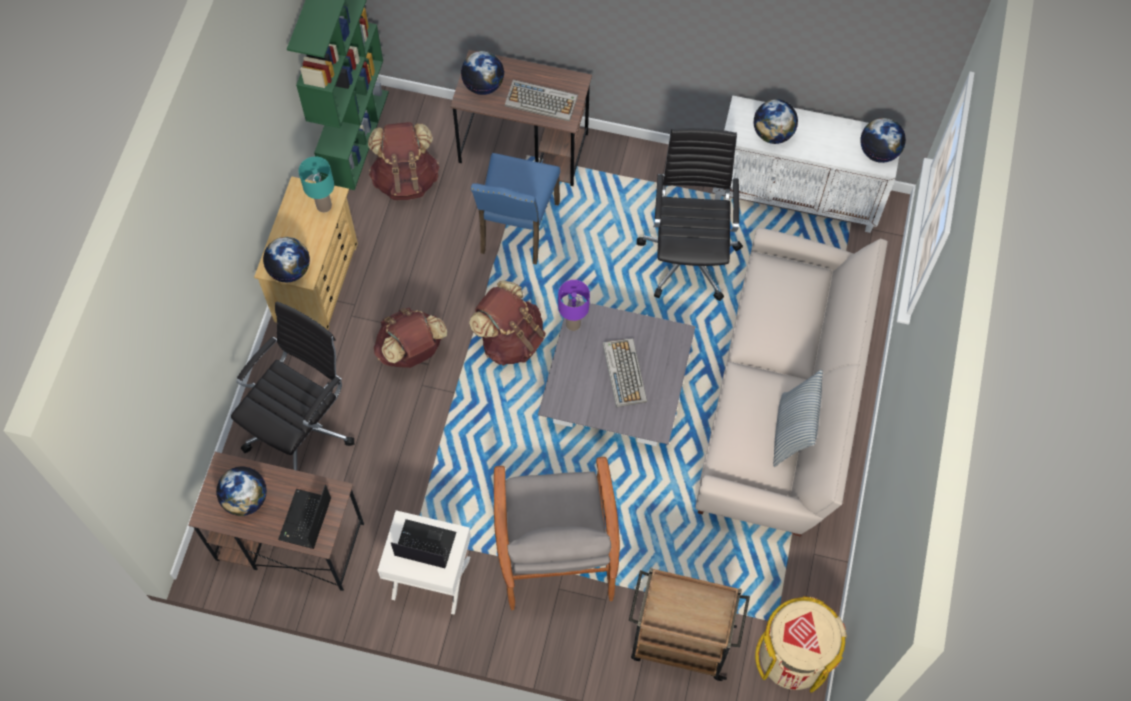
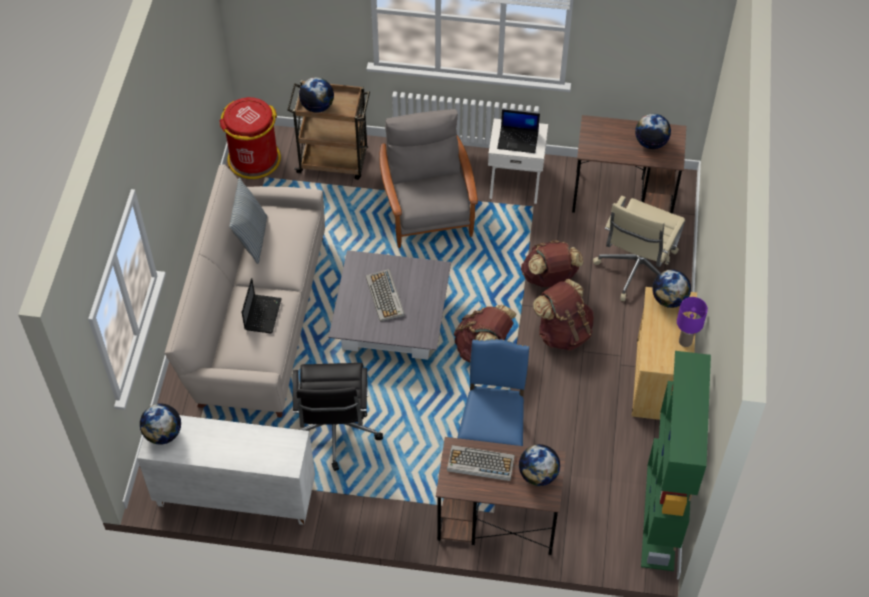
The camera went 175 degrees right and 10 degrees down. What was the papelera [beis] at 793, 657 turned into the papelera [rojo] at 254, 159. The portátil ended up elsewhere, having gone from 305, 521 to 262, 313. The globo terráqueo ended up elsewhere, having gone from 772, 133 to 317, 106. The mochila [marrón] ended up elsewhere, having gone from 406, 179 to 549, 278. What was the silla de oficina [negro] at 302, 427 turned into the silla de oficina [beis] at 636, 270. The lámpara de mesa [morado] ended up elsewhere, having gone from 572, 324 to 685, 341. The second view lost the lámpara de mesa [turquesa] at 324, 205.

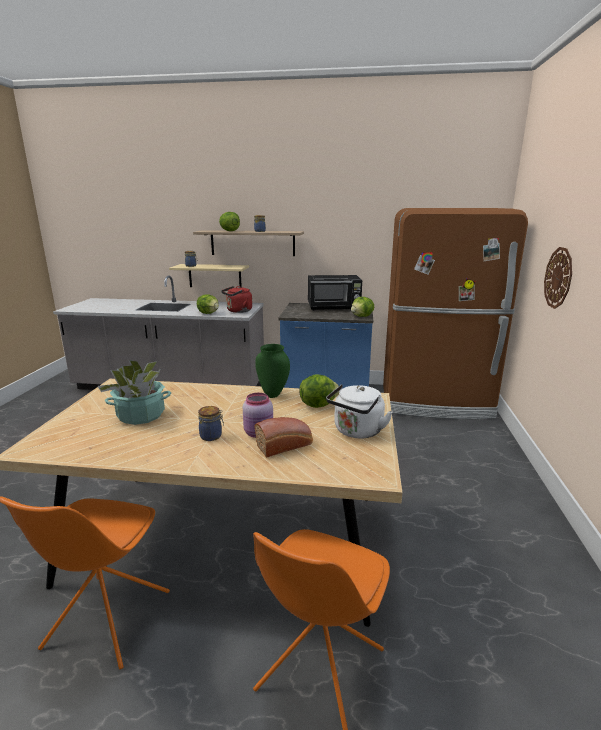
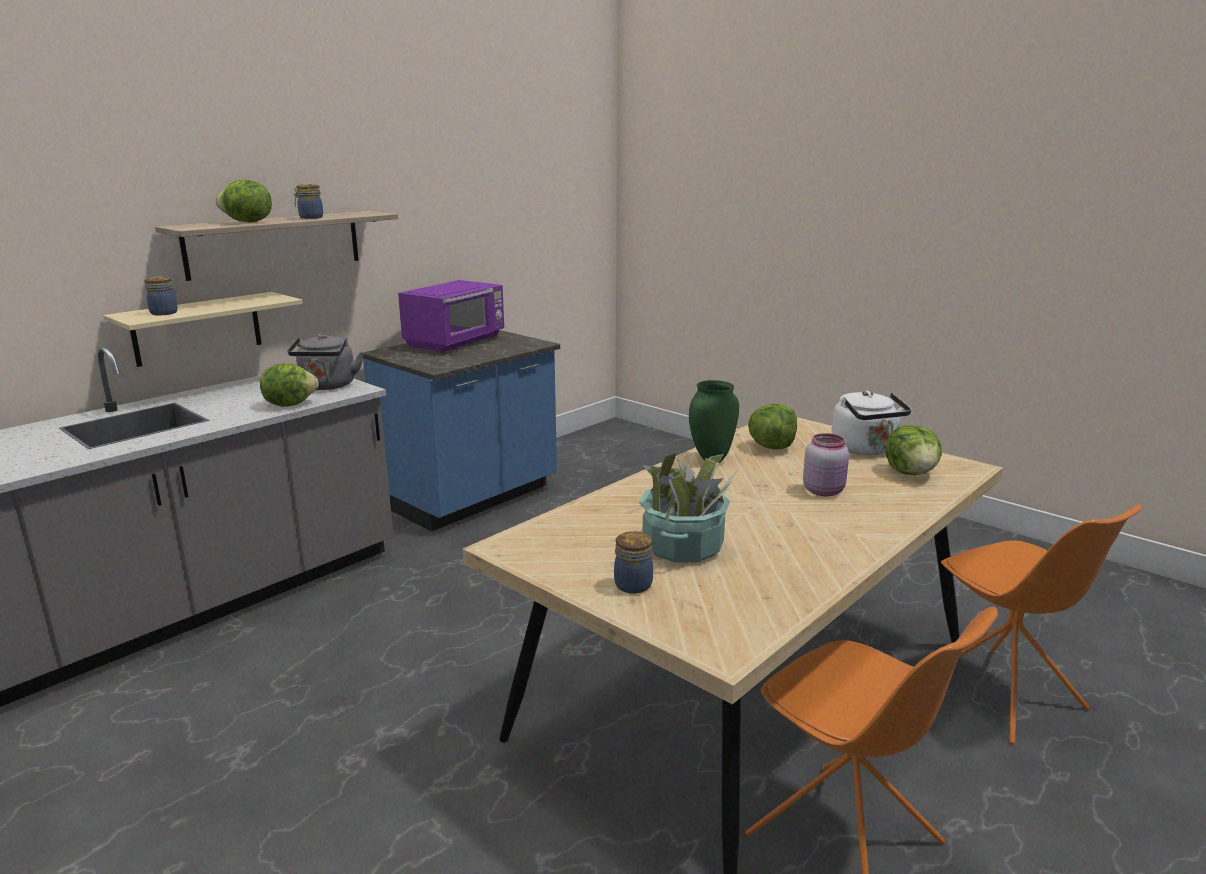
The camera went 55 degrees left and 0 degrees up. What was the hervidor [rojo] at 238, 311 turned into the hervidor [gris] at 327, 386. What was the microondas [negro] at 334, 308 turned into the microondas [morado] at 456, 342. The tarro ended up elsewhere, having gone from 212, 436 to 634, 584. The lechuga ended up elsewhere, having gone from 362, 316 to 911, 473. The second view lost the pan at 285, 445. The second view lost the nevera [marrón] at 436, 402. The second view lost the reloj de pared at 558, 278.

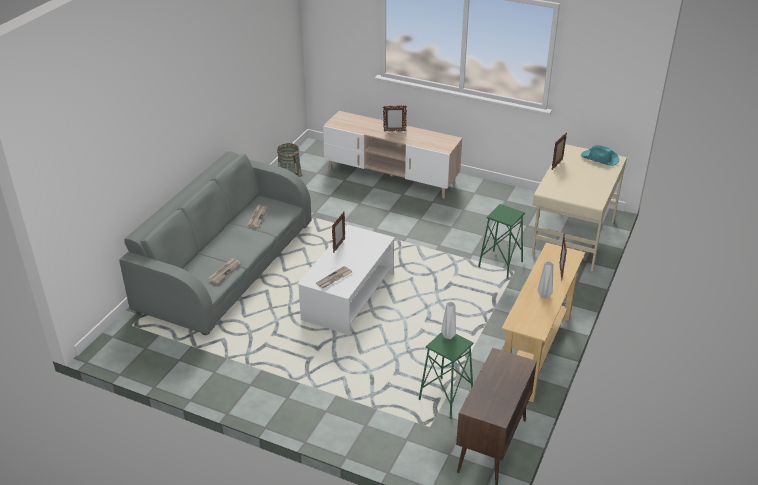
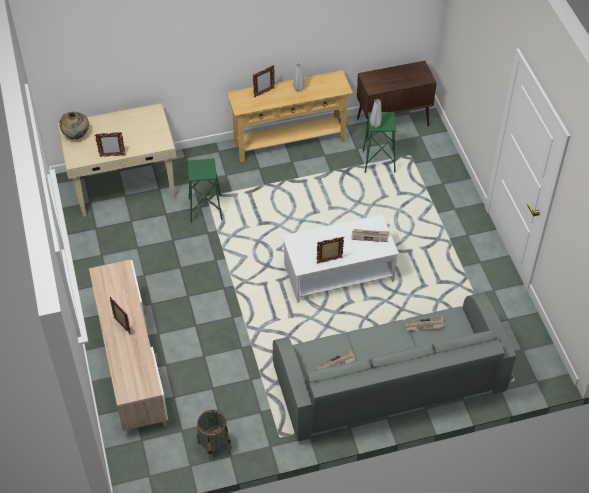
The camera went 130 degrees left and 15 degrees up. Where the sombrero [turquesa] stood at 600, 159, the florero [beis] came to stand at 76, 136.

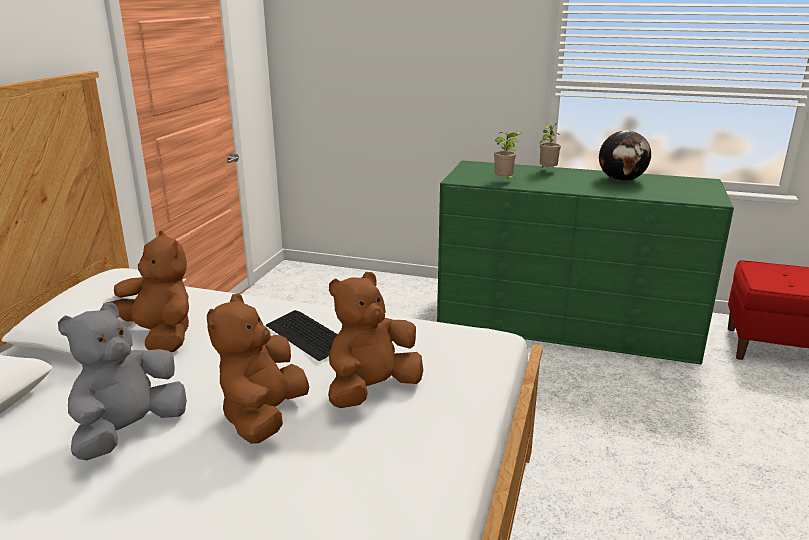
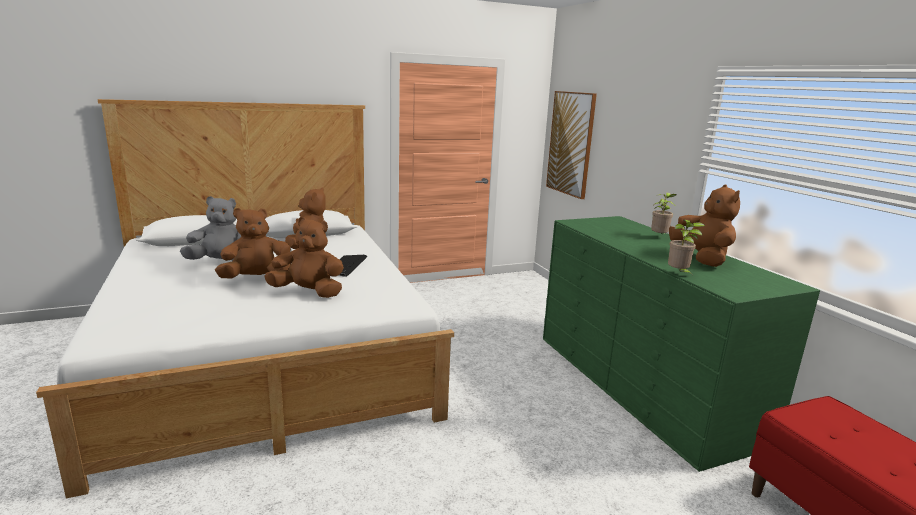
The camera went 50 degrees right and 5 degrees down. The second view gained the cuadro at 571, 143. The planta en maceta ended up elsewhere, having gone from 504, 181 to 679, 274. Where the globo terráqueo stood at 621, 180, the peluche [marrón] came to stand at 701, 259.

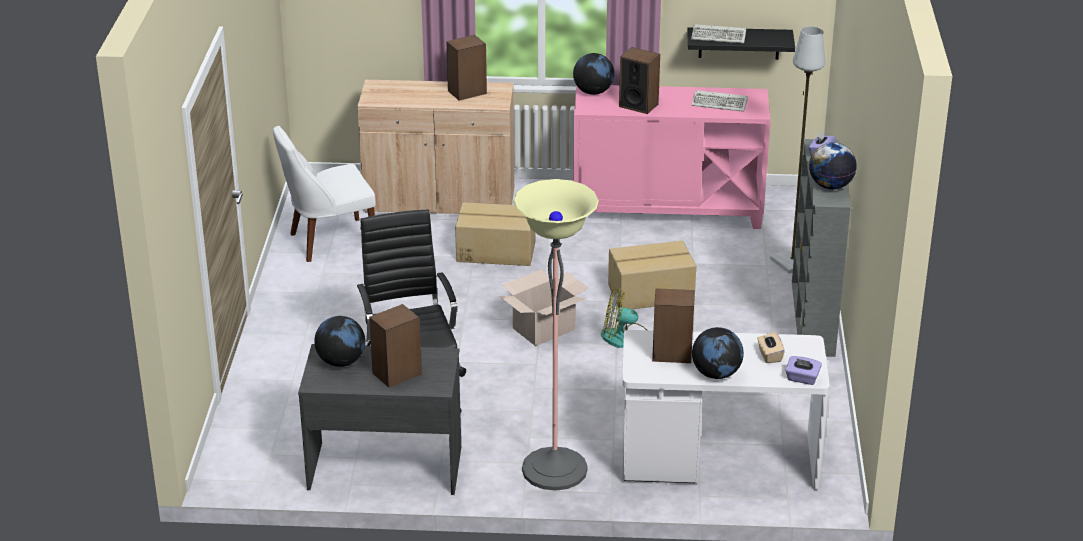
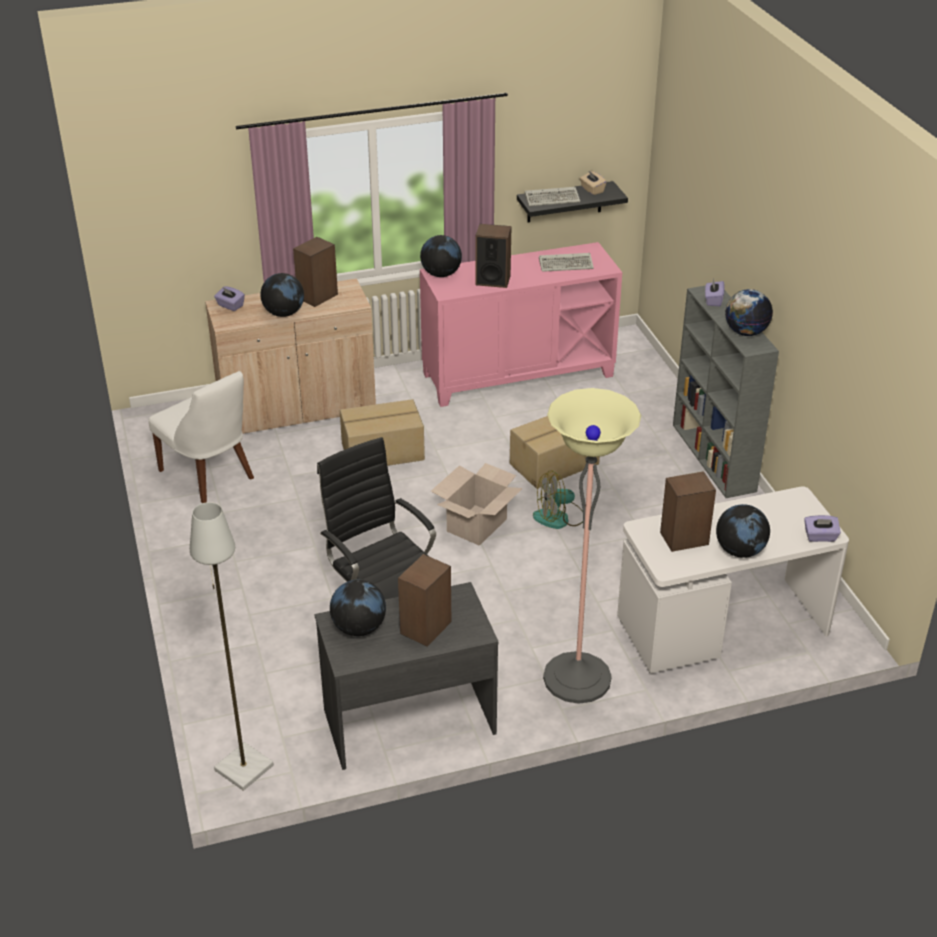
The camera went 20 degrees left and 5 degrees up. The silla [blanco] at 329, 241 ended up facing another way, 90 degrees counterclockwise from before. The lámpara de pie [gris] ended up elsewhere, having gone from 792, 262 to 244, 768. The second view gained the caja de pañuelos [morado] at 230, 306. The second view gained the globo terráqueo at 284, 313. The caja de pañuelos [beis] ended up elsewhere, having gone from 769, 355 to 592, 190.

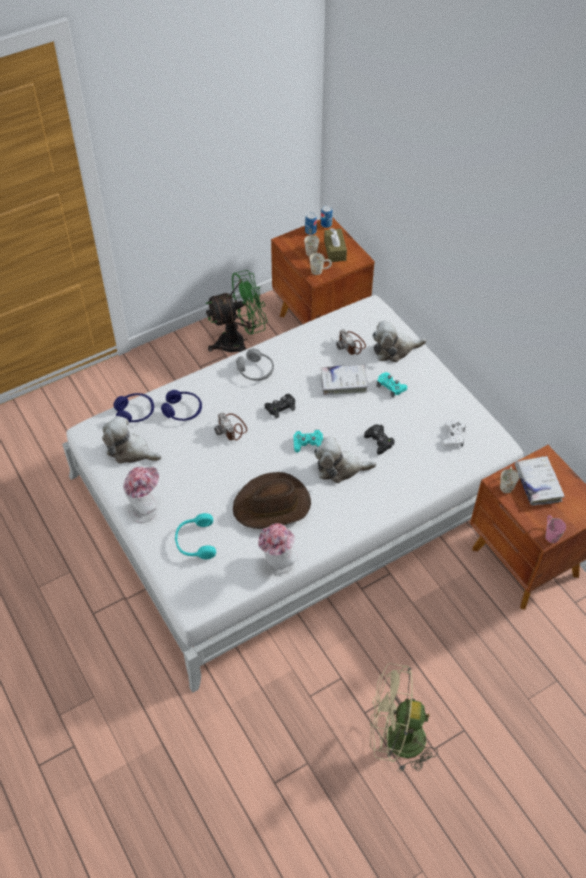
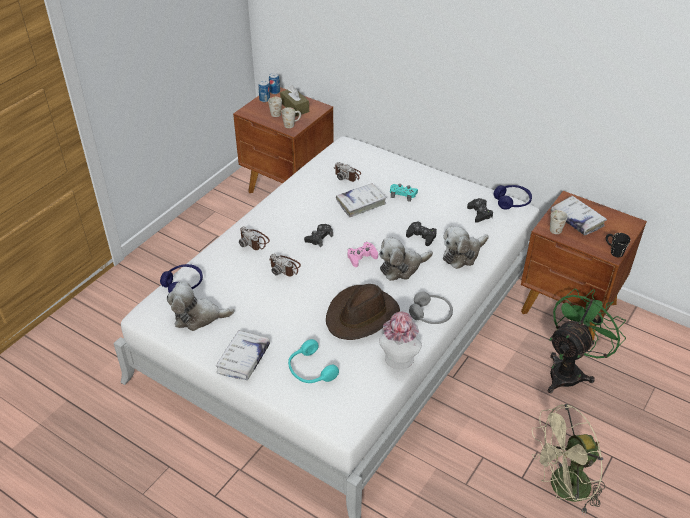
The camera went 25 degrees left and 10 degrees down. Where the sombrero stood at 145, 508, the libro [blanco] came to stand at 243, 359. The second view gained the cámara at 254, 241. What was the mando de consola [turquesa] at 308, 443 turned into the mando de consola [rosa] at 361, 257. The auriculares [gris] ended up elsewhere, having gone from 255, 371 to 431, 314. The peluche ended up elsewhere, having gone from 394, 349 to 462, 254. What was the mando de consola [blanco] at 453, 436 turned into the mando de consola [negro] at 479, 213. The auriculares [azul] ended up elsewhere, having gone from 183, 410 to 512, 201. The ventilador [verde] ended up elsewhere, having gone from 239, 342 to 569, 371. What was the taza grande [rosa] at 550, 533 turned into the taza grande [negro] at 613, 251.

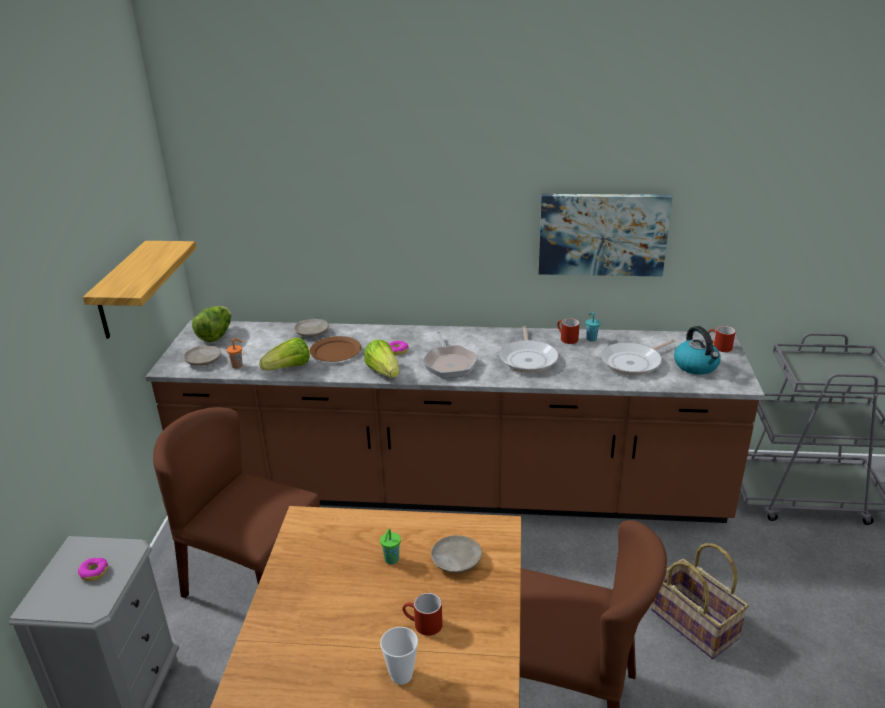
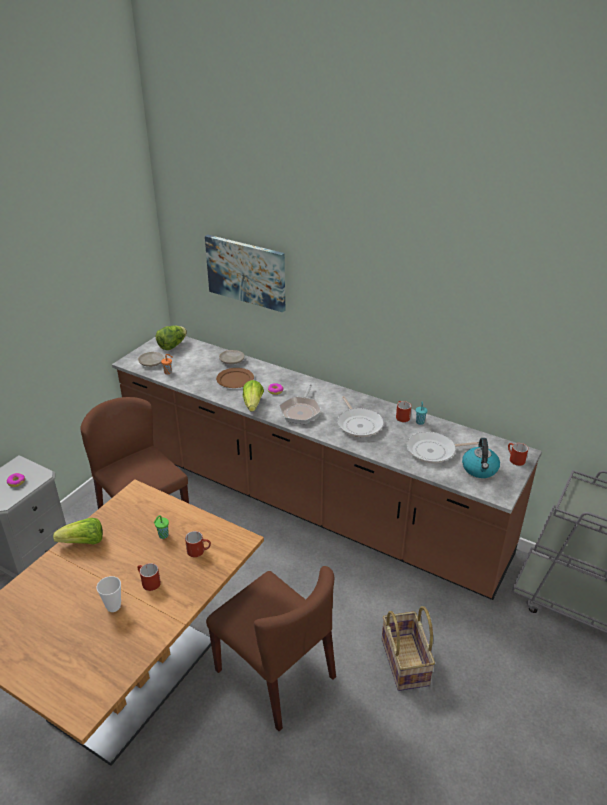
The camera went 25 degrees right and 5 degrees up. The lechuga ended up elsewhere, having gone from 289, 368 to 83, 542. Where the plato [beis] stood at 455, 560, the taza grande [rojo] came to stand at 199, 550. The cuadro ended up elsewhere, having gone from 602, 234 to 246, 272. The sartén at 528, 358 ended up facing another way, 45 degrees counterclockwise from before. The second view lost the estante at 122, 291.

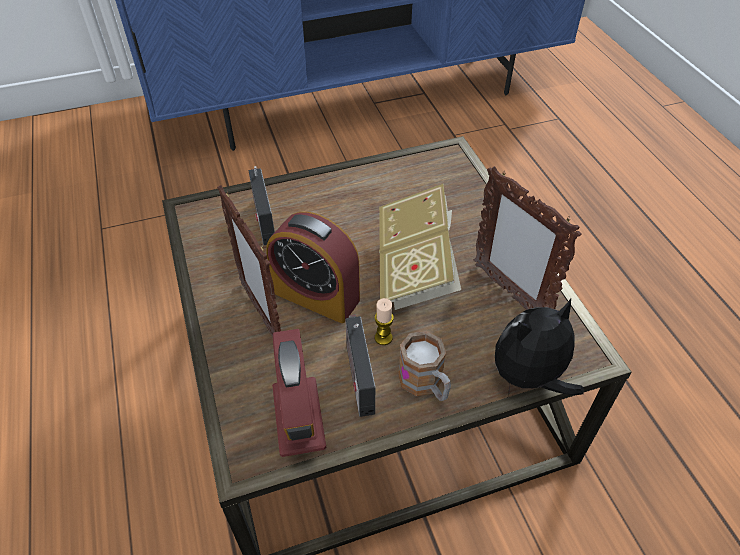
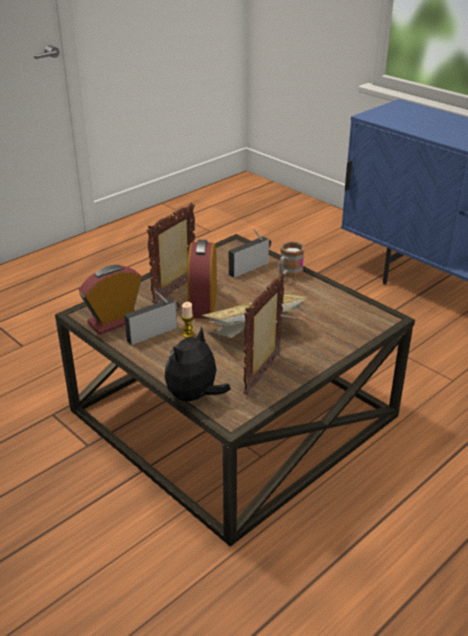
The camera went 65 degrees right and 15 degrees down. The peluche at 529, 378 ended up facing another way, 90 degrees counterclockwise from before. The taza grande ended up elsewhere, having gone from 425, 384 to 288, 273.

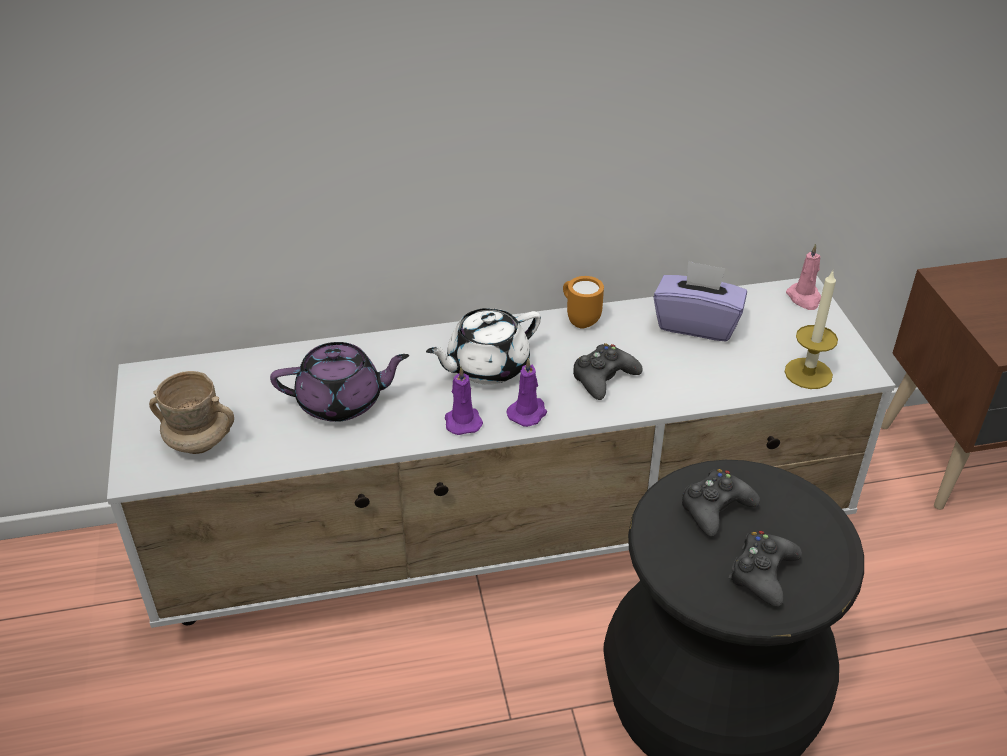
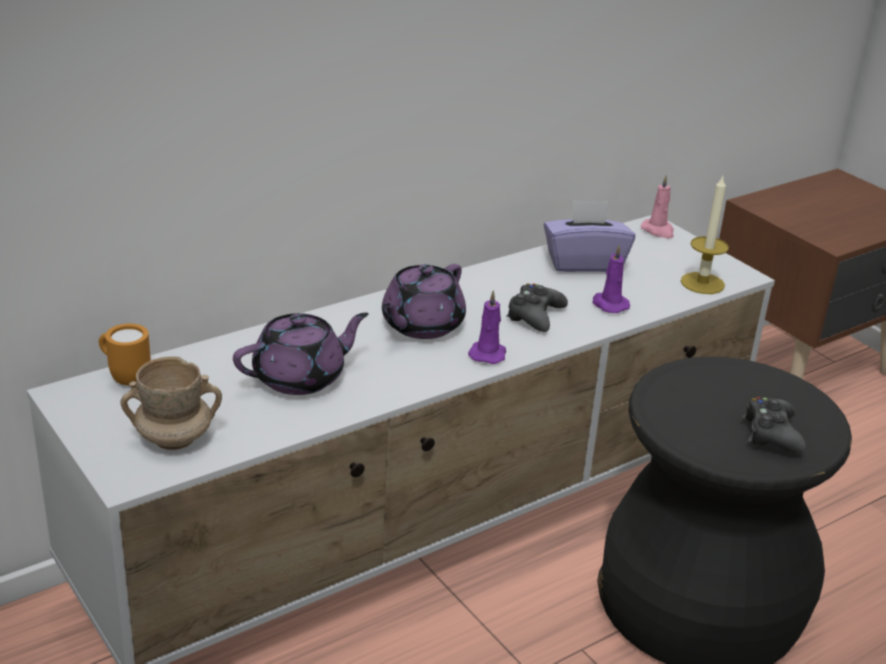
The camera went 25 degrees left and 10 degrees down. The taza grande [naranja] ended up elsewhere, having gone from 579, 320 to 125, 377. What was the tetera [blanco] at 486, 366 turned into the tetera [morado] at 421, 325. The vela [morado] ended up elsewhere, having gone from 462, 421 to 609, 304. The second view lost the mando de consola [negro] at 715, 508.

